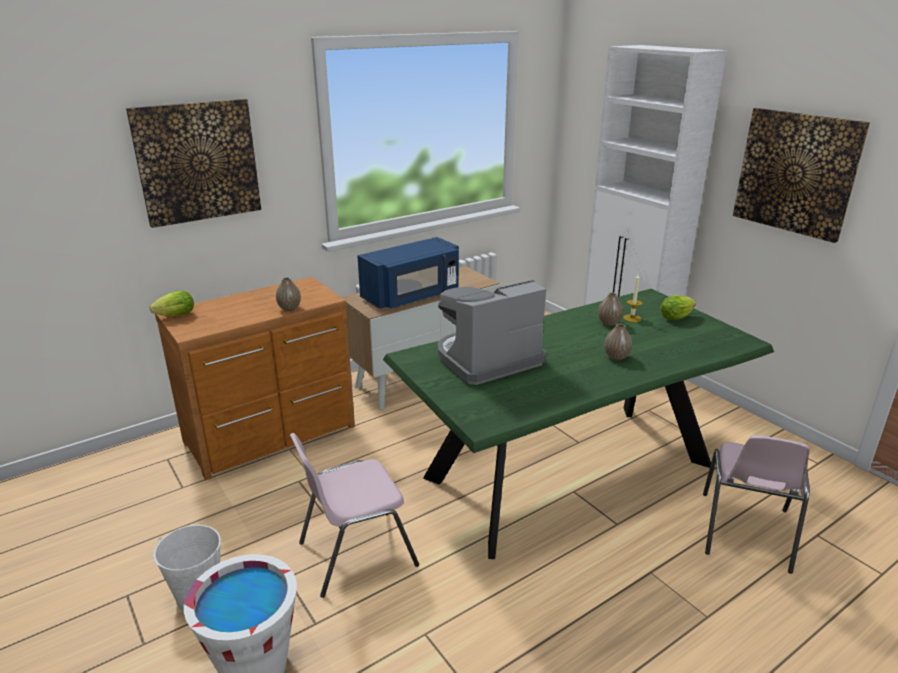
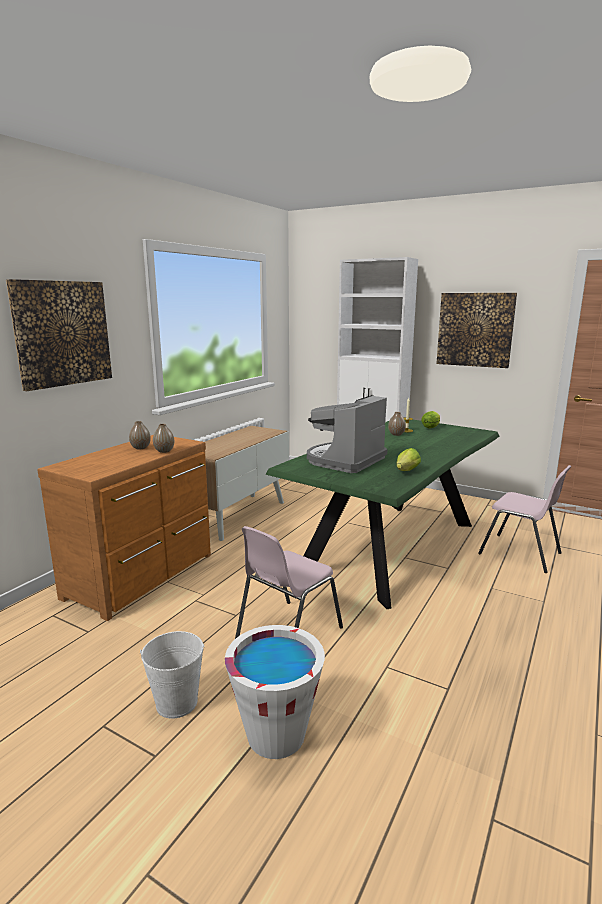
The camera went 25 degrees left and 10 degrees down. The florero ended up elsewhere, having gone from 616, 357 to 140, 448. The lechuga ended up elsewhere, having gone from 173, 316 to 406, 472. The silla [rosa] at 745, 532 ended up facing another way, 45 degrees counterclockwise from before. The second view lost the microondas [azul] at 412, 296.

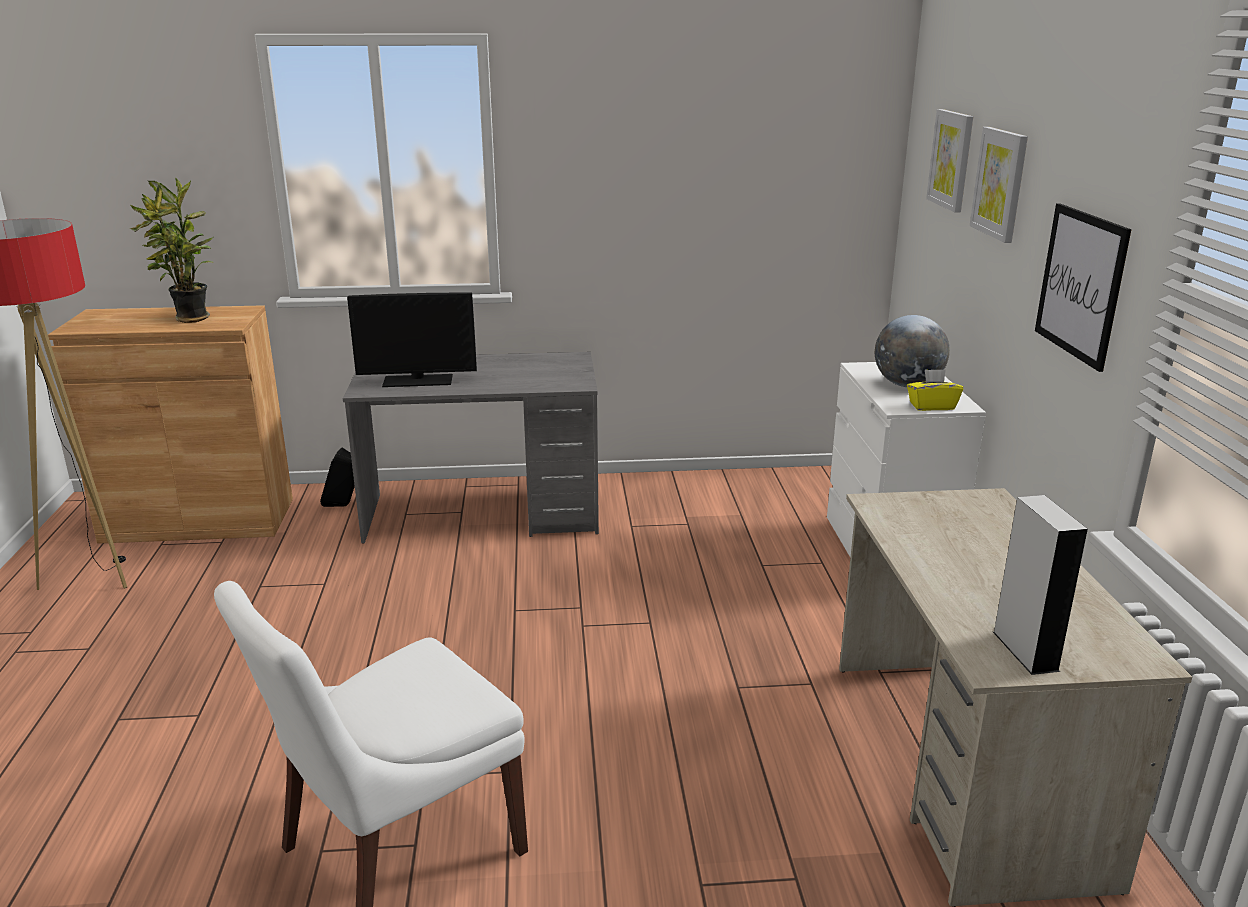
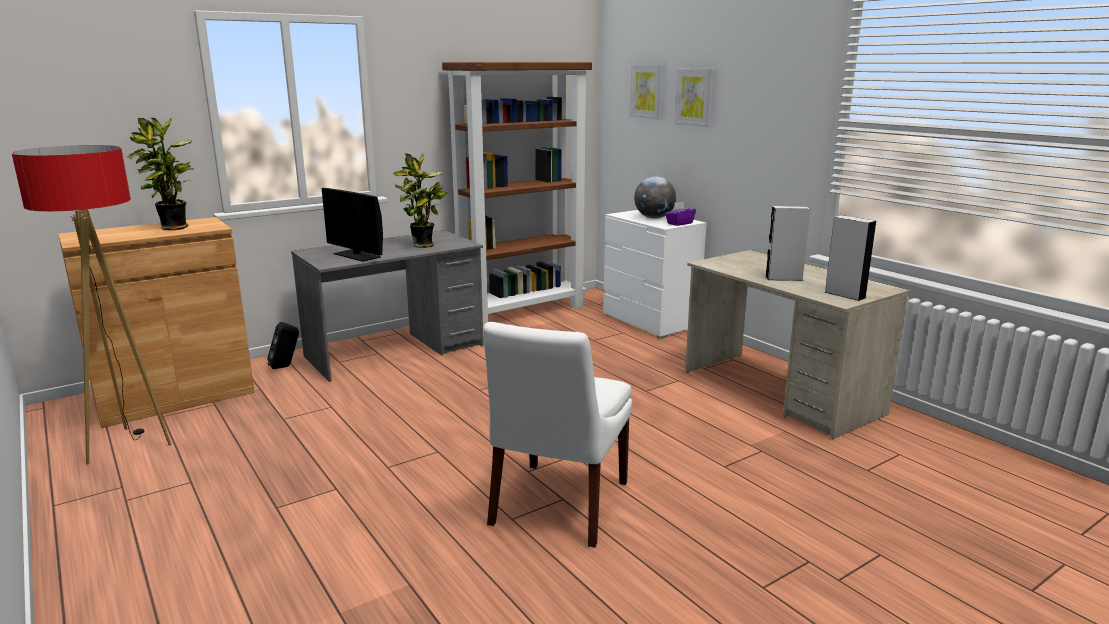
The camera went 30 degrees left and 5 degrees down. The monitor at 418, 381 ended up facing another way, 75 degrees clockwise from before. The second view gained the planta en maceta at 424, 246. The second view gained the estantería [marrón] at 522, 312. What was the caja de pañuelos [amarillo] at 932, 406 turned into the caja de pañuelos [morado] at 679, 223. The second view gained the altavoz [gris] at 783, 278. The second view lost the cuadro at 1080, 284.

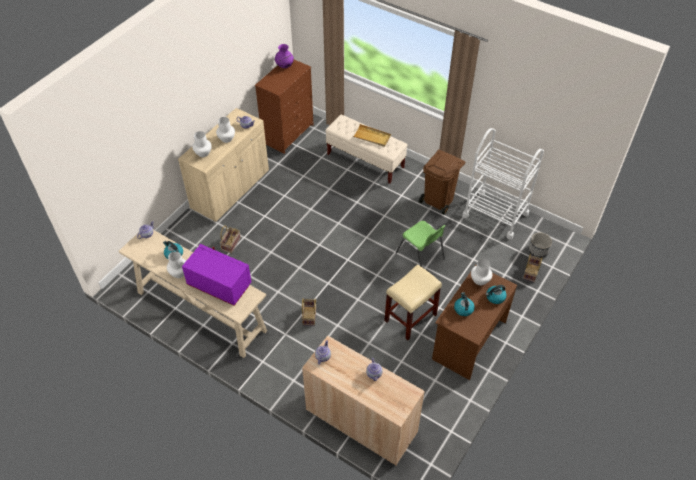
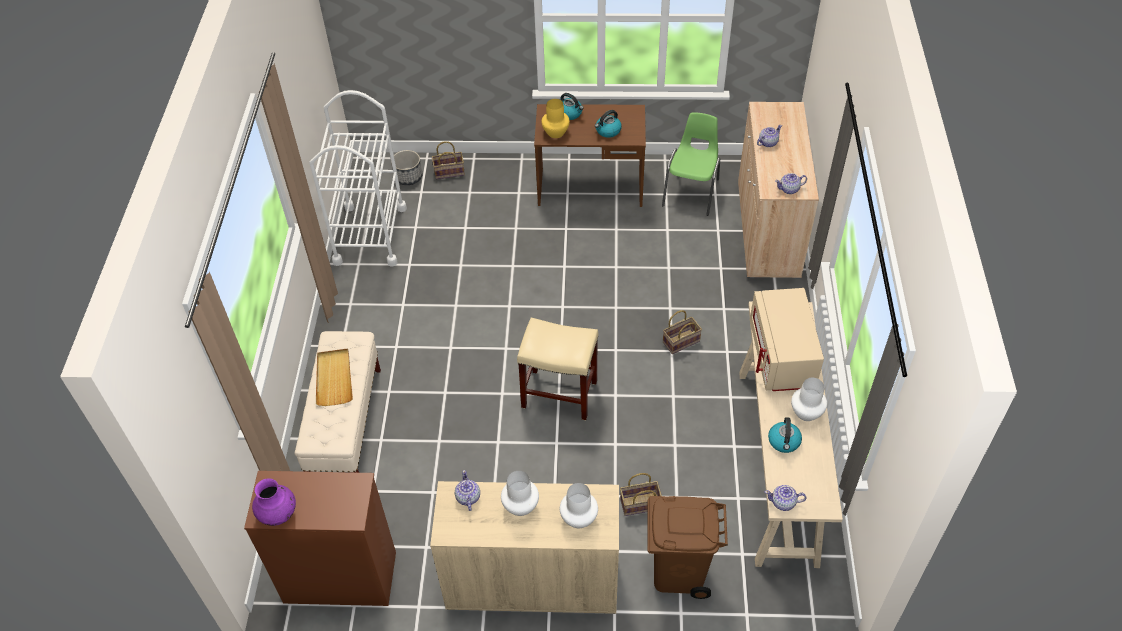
The camera went 120 degrees left and 0 degrees up. The taburete [beis] ended up elsewhere, having gone from 410, 317 to 558, 394. What was the florero [blanco] at 480, 280 turned into the florero [amarillo] at 556, 132. The papelera [marrón] ended up elsewhere, having gone from 439, 201 to 678, 570. The silla [verde] ended up elsewhere, having gone from 420, 256 to 692, 192. What was the microondas [morado] at 219, 285 turned into the microondas [beis] at 782, 356.

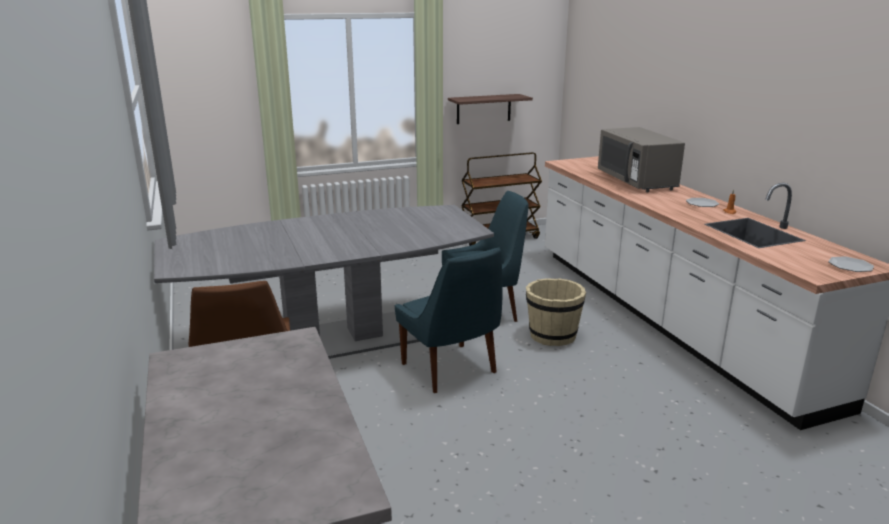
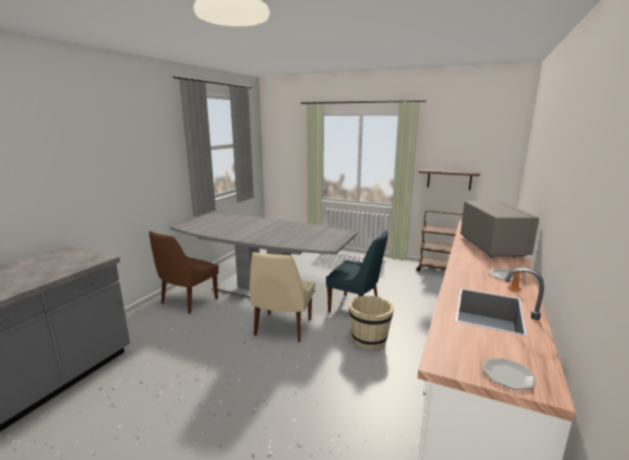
The camera went 45 degrees right and 5 degrees down. What was the silla [azul] at 450, 370 turned into the silla [beis] at 282, 328. The microondas [gris] at 636, 181 ended up facing another way, 150 degrees clockwise from before.

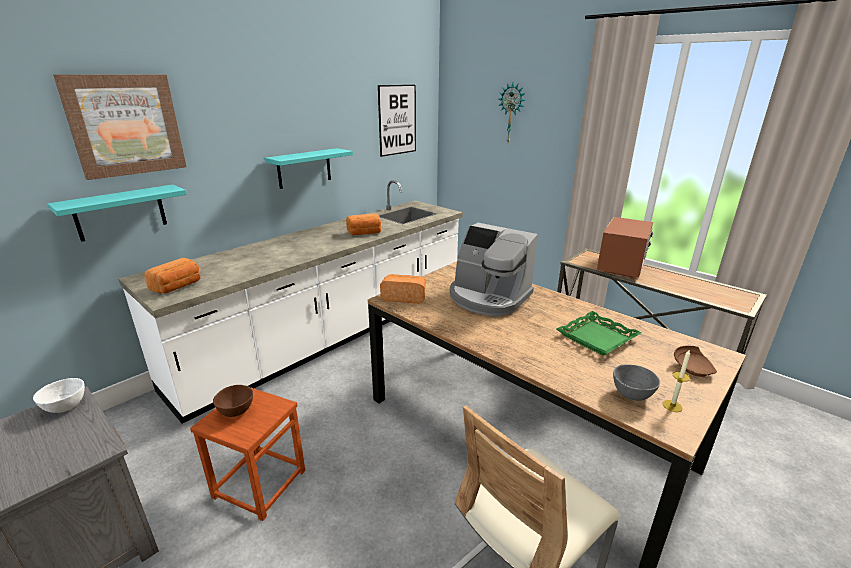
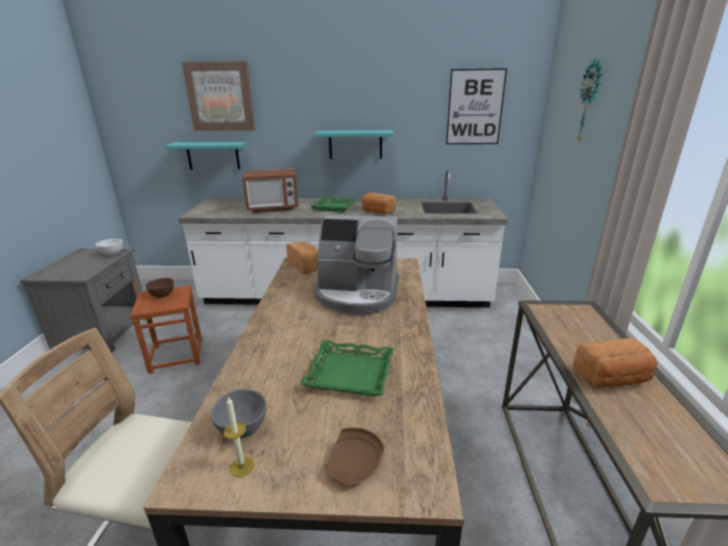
The camera went 50 degrees right and 0 degrees up. The microondas ended up elsewhere, having gone from 621, 267 to 273, 208. The second view gained the bandeja [verde] at 334, 207. The cafetera at 488, 297 ended up facing another way, 75 degrees counterclockwise from before. The pan ended up elsewhere, having gone from 178, 286 to 612, 378.

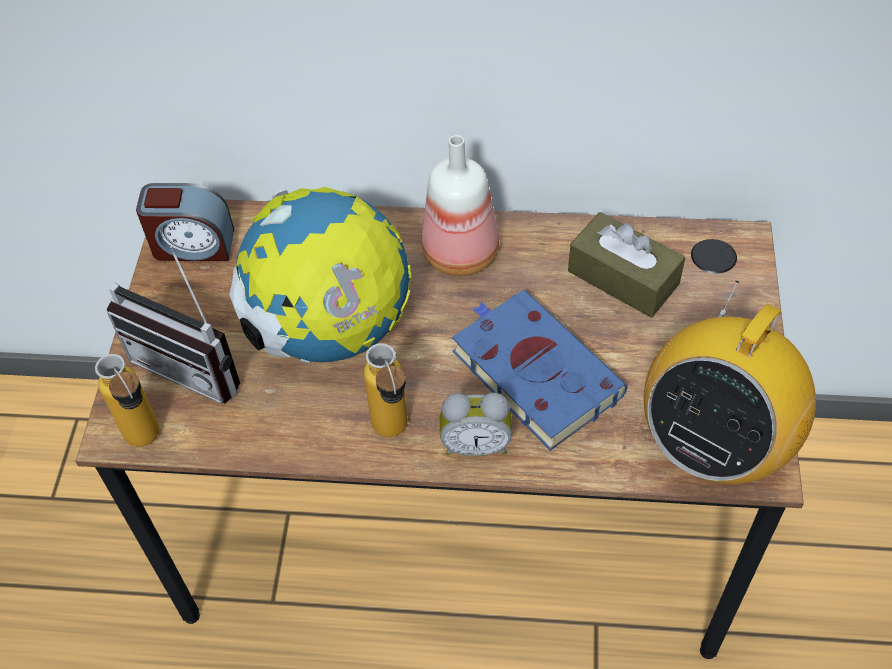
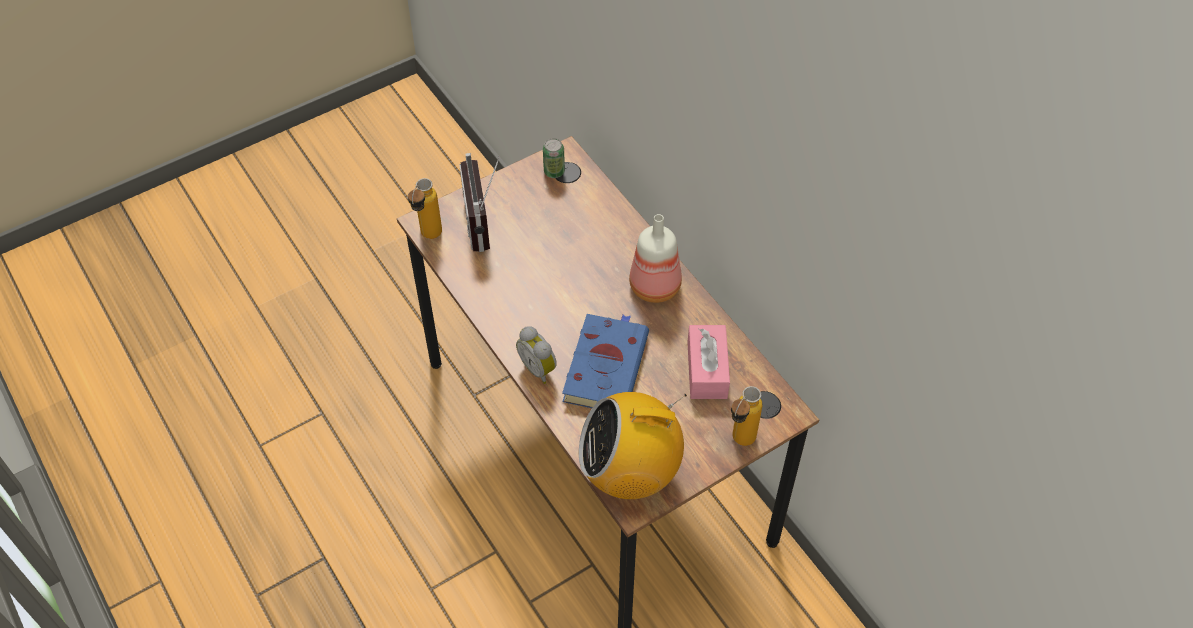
The camera went 50 degrees right and 0 degrees up. Where the despertador stood at 192, 245, the lata came to stand at 554, 172. What was the caja de pañuelos [marrón] at 623, 278 turned into the caja de pañuelos [rosa] at 707, 370. The botella ended up elsewhere, having gone from 394, 436 to 739, 443. The second view lost the globo terráqueo at 331, 330.

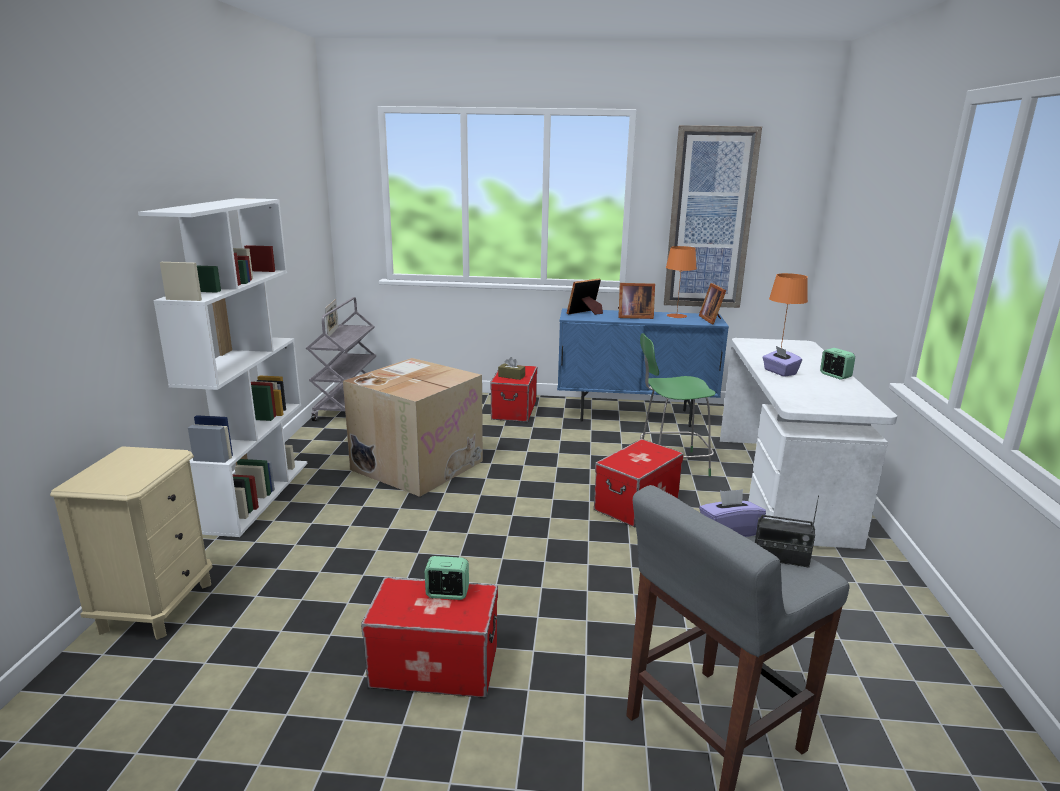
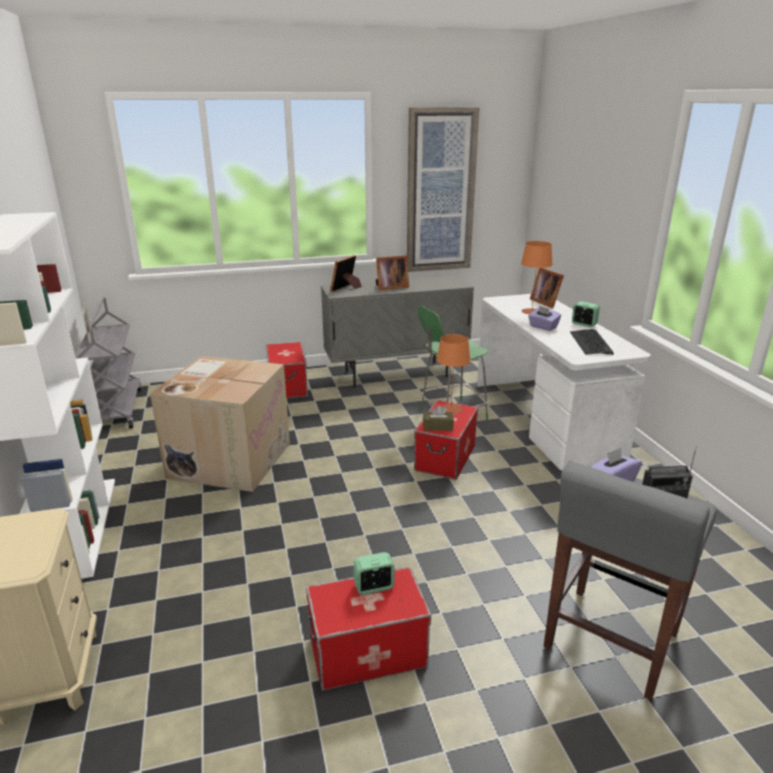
The camera went 20 degrees left and 5 degrees up. What was the armario [azul] at 634, 416 turned into the armario [gris] at 396, 374. The caja de pañuelos [marrón] ended up elsewhere, having gone from 511, 376 to 438, 426. The lámpara de mesa [naranja] ended up elsewhere, having gone from 676, 316 to 451, 409. The portarretratos ended up elsewhere, having gone from 712, 320 to 545, 302. The second view gained the teclado at 591, 343.

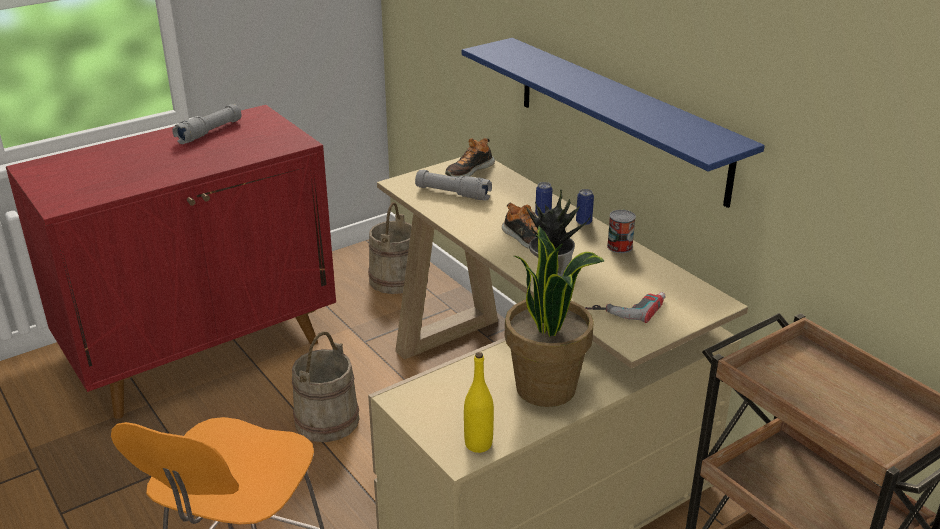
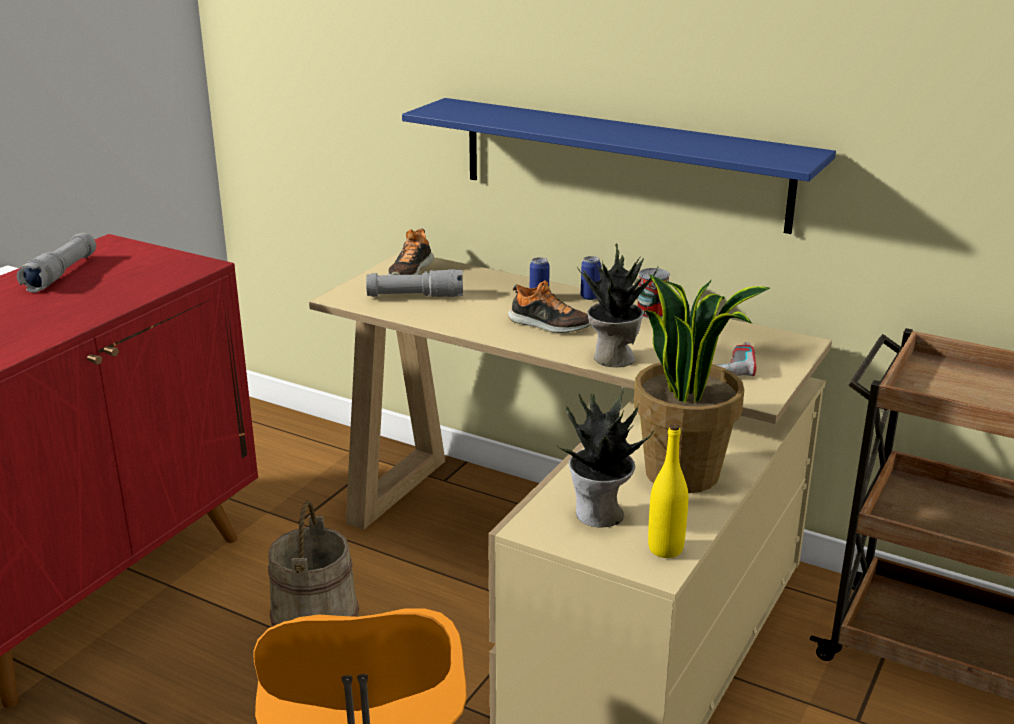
The camera went 25 degrees left and 5 degrees down. The second view gained the planta en maceta at 599, 515. The second view lost the cubo [beis] at 394, 279.

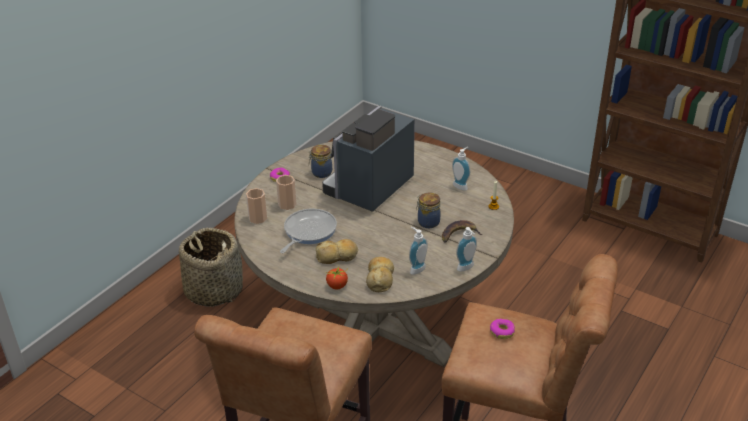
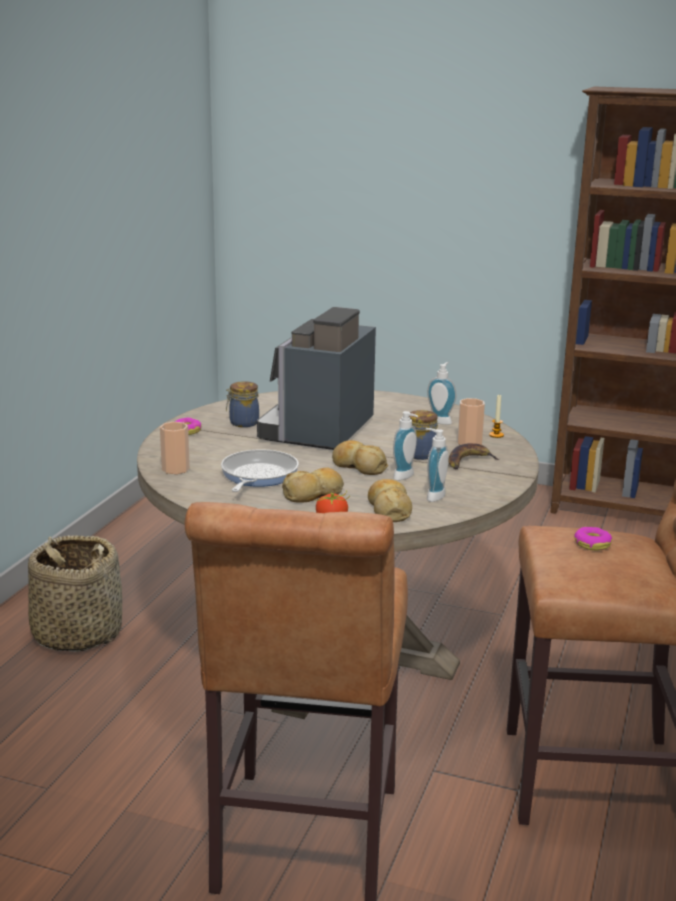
The camera went 15 degrees left and 15 degrees down. The second view gained the pan at 359, 466. The dispensador de jabón ended up elsewhere, having gone from 467, 268 to 406, 477. The taza ended up elsewhere, having gone from 287, 204 to 469, 442.

